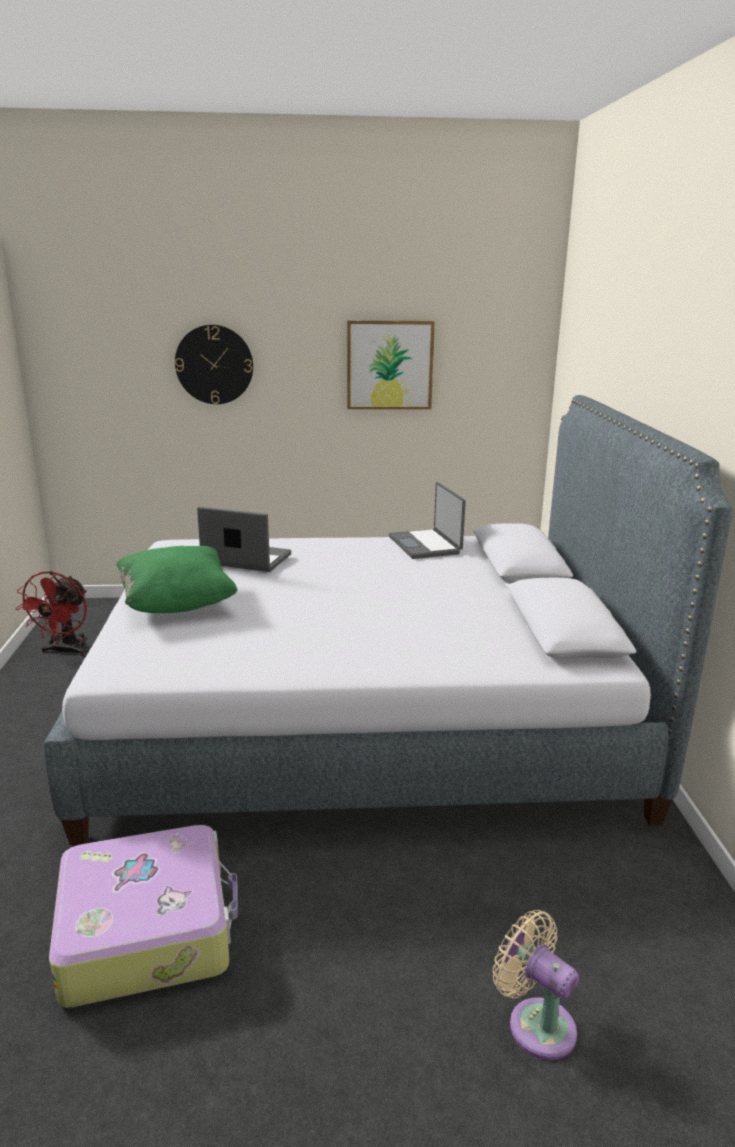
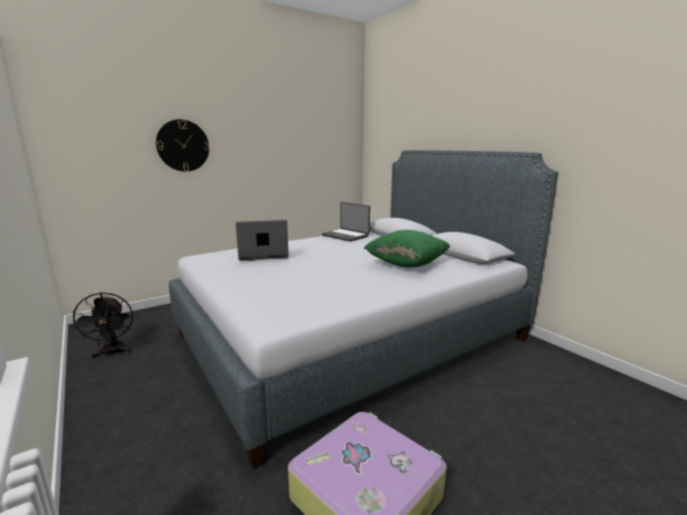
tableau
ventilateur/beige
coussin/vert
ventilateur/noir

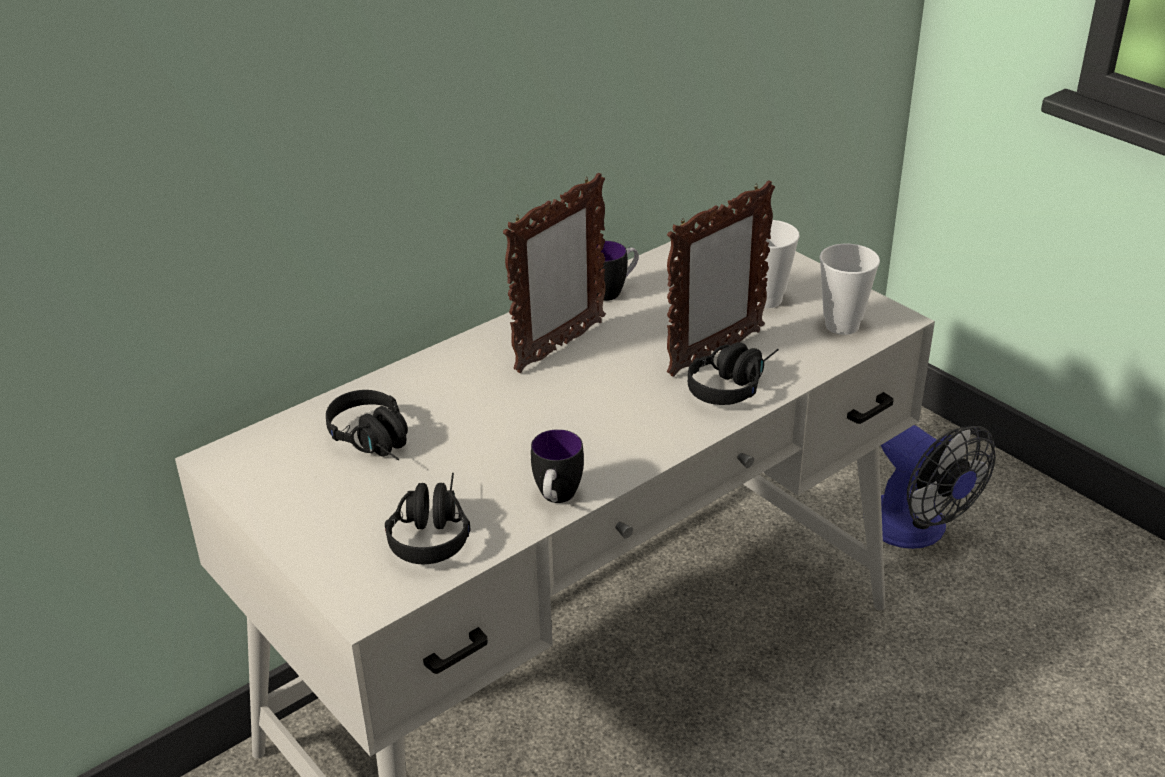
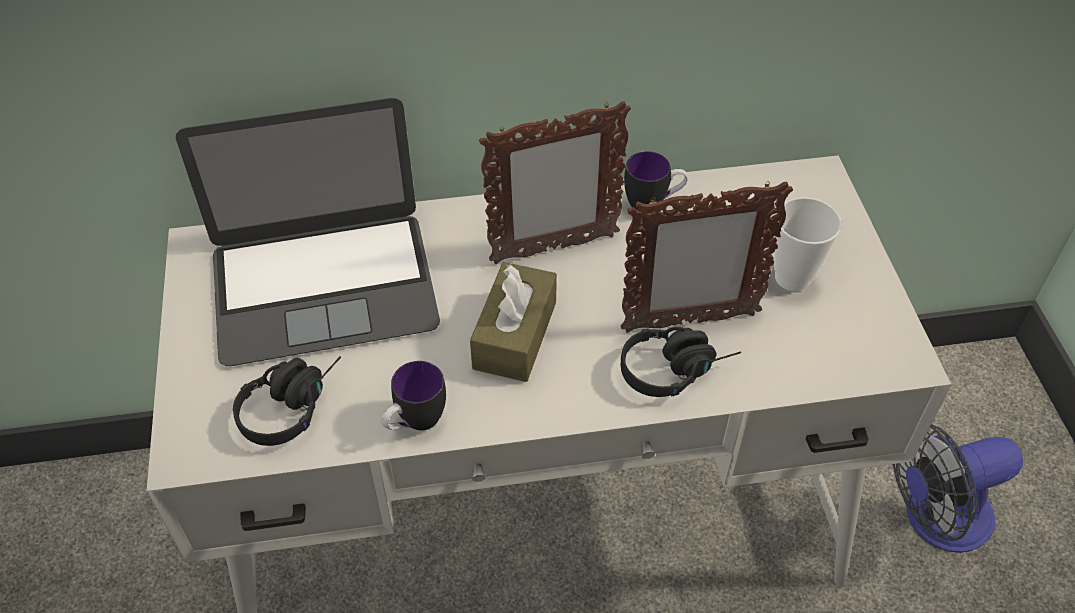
tasse (2nd from left in the first image)
boîte à mouchoirs/marron
ordinateur portable
ventilateur

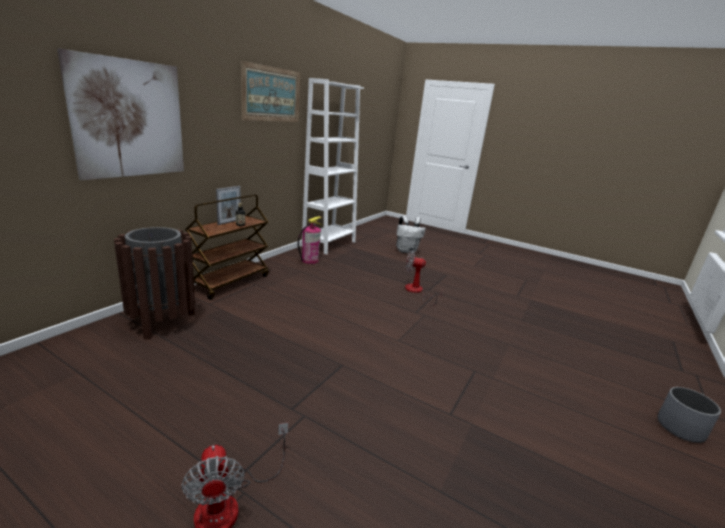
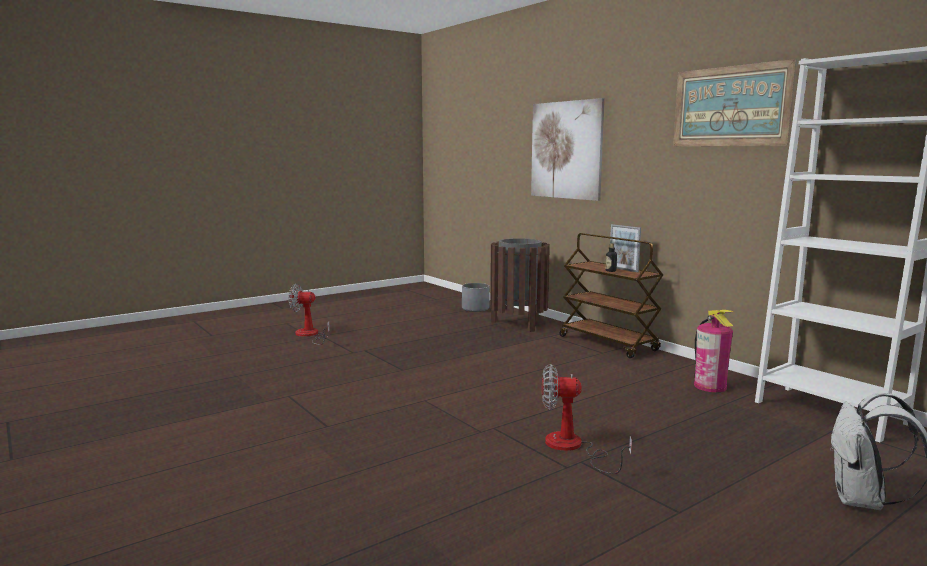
cache-pot/gris
ventilateur (2nd from left)

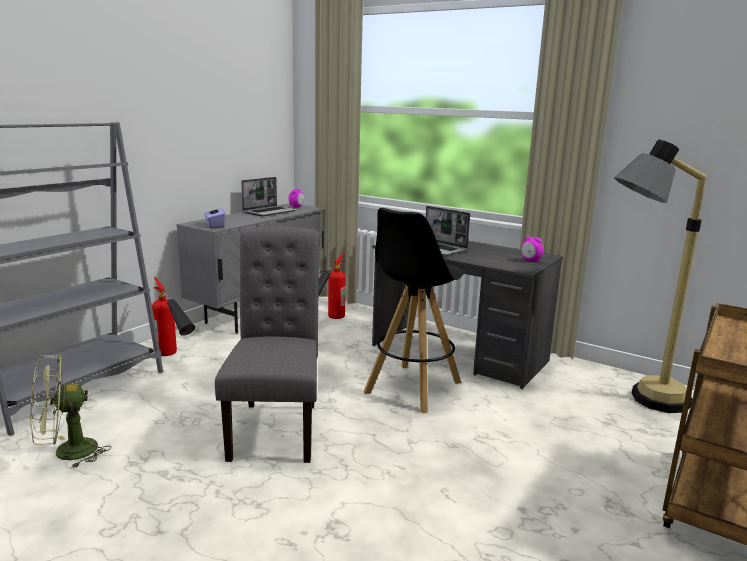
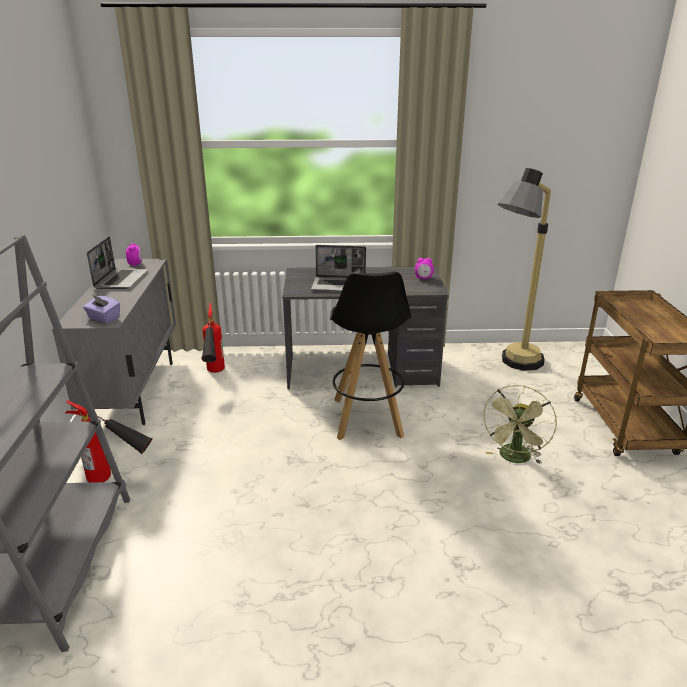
chaise/gris
ventilateur/vert

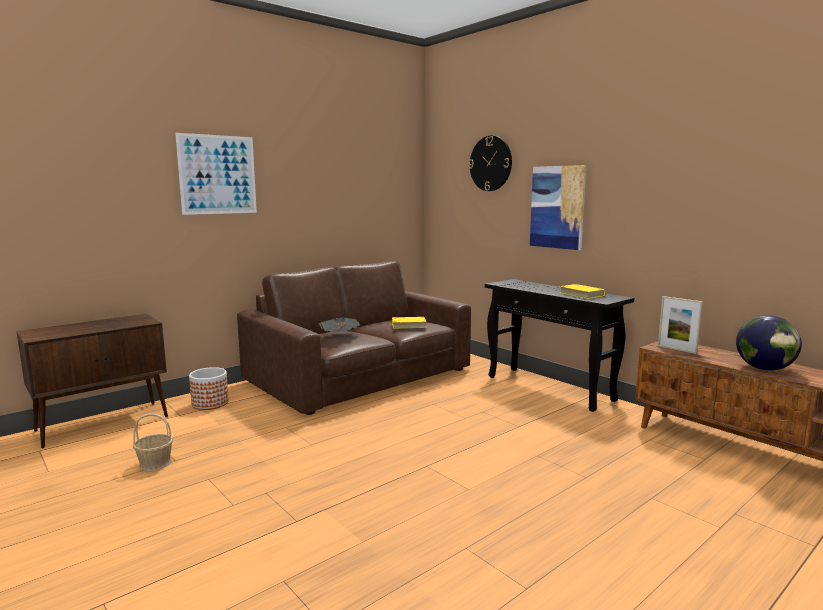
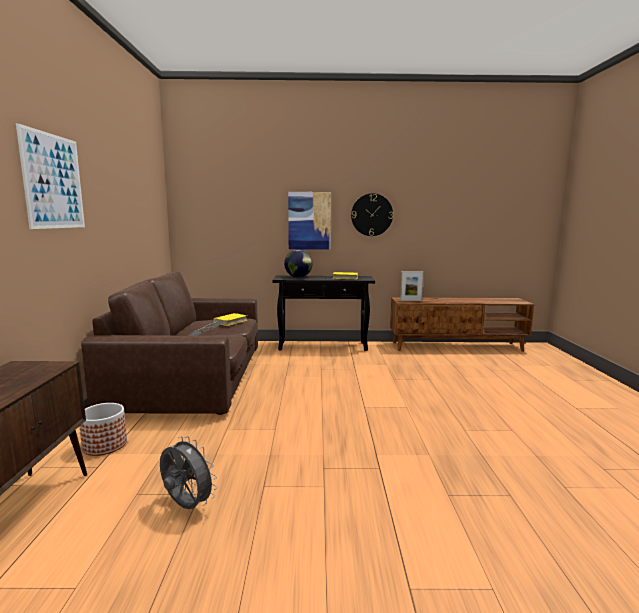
horloge murale
globe
ventilateur/gris

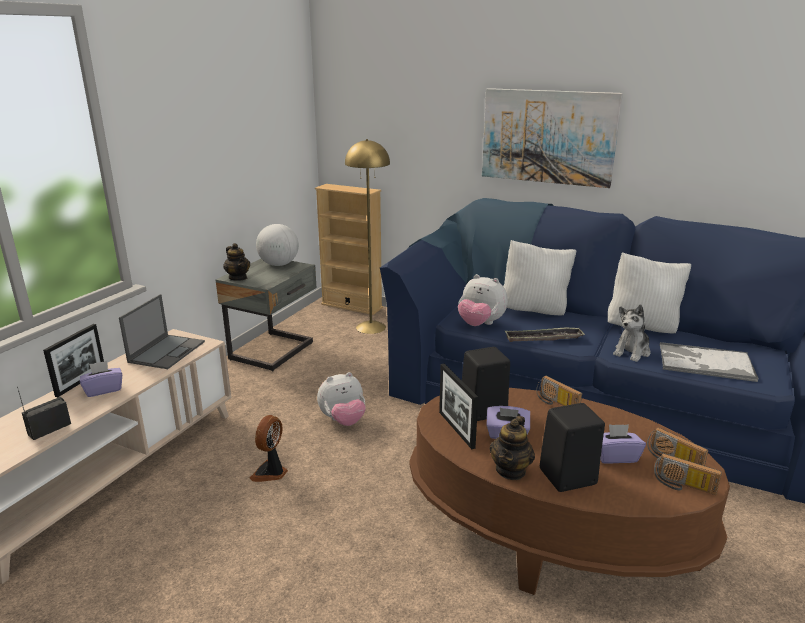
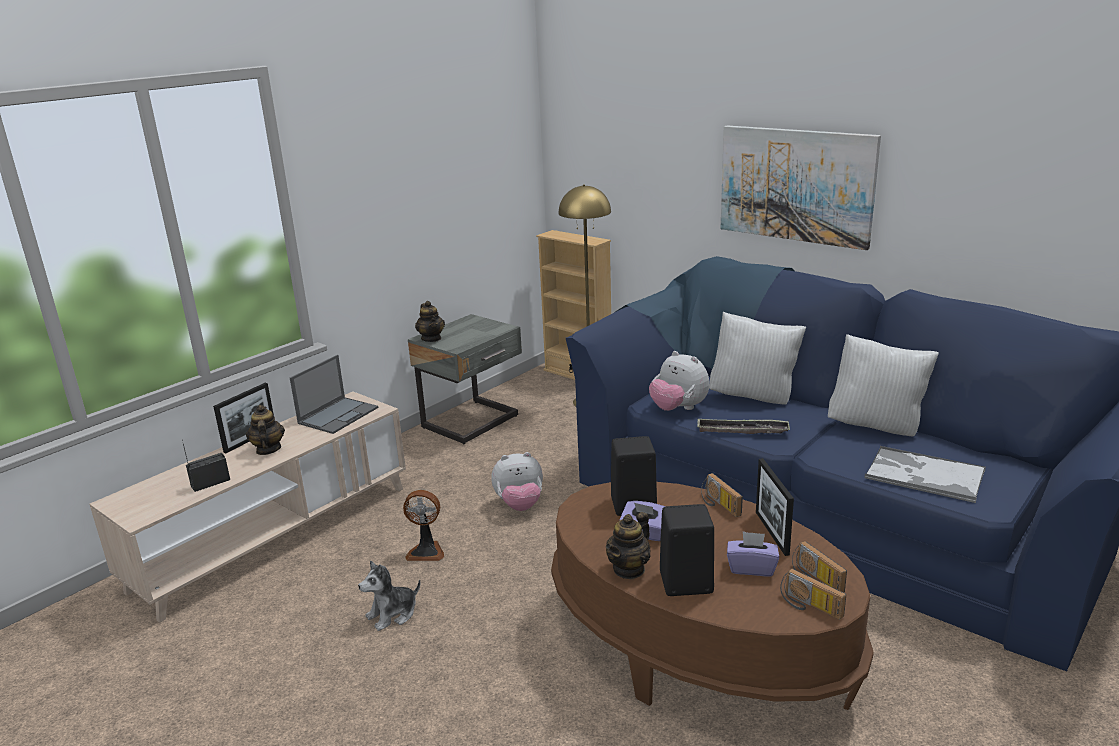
globe
cadre photo (2nd from left)
peluche (1st from left)
théière (1st from left)
ventilateur

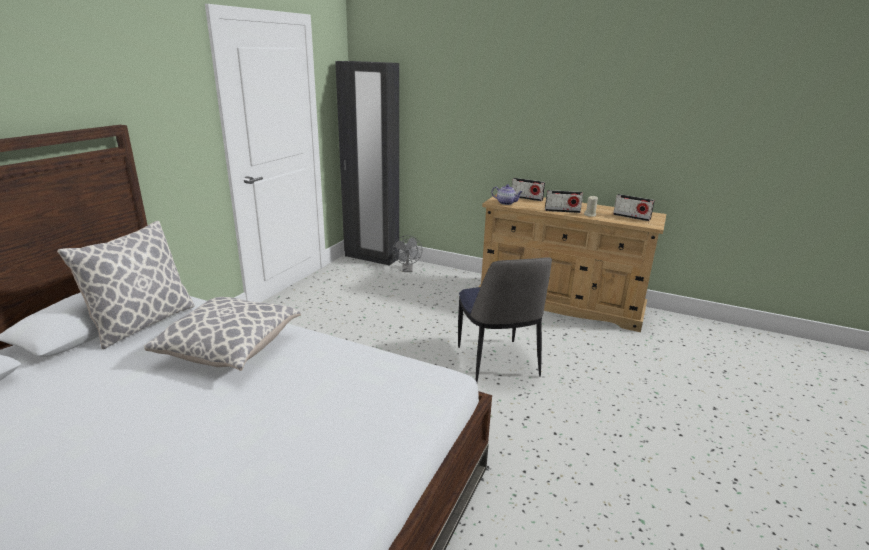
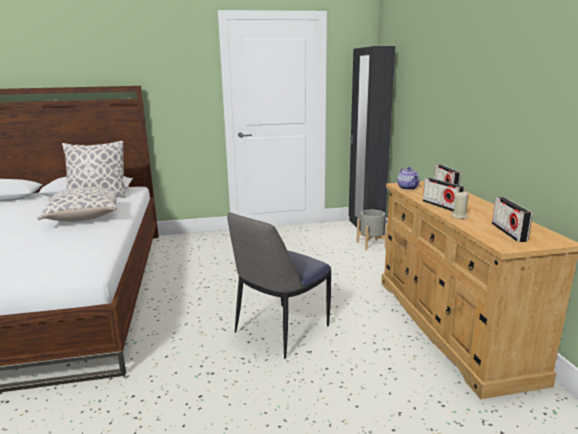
cache-pot/gris

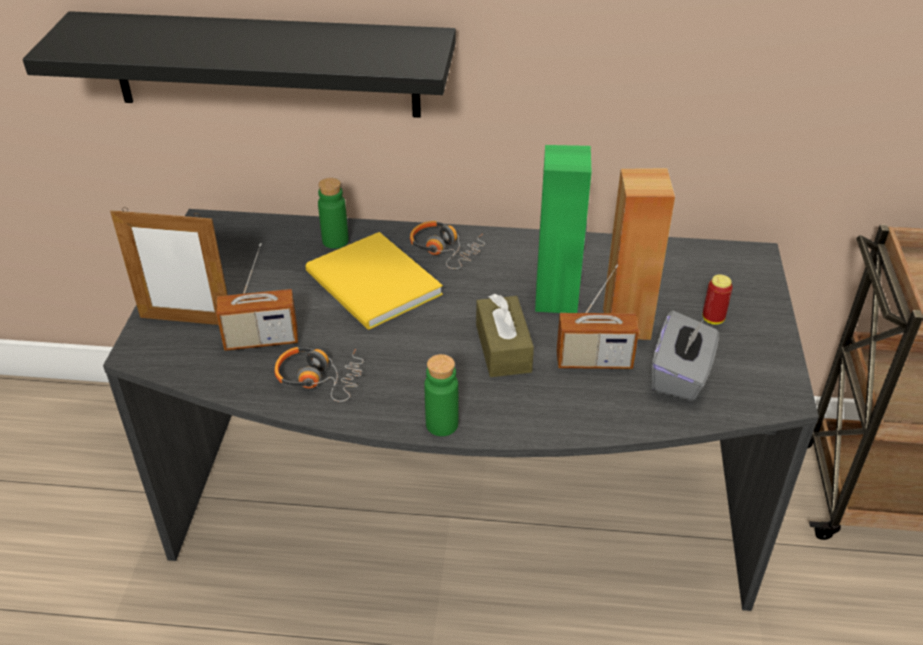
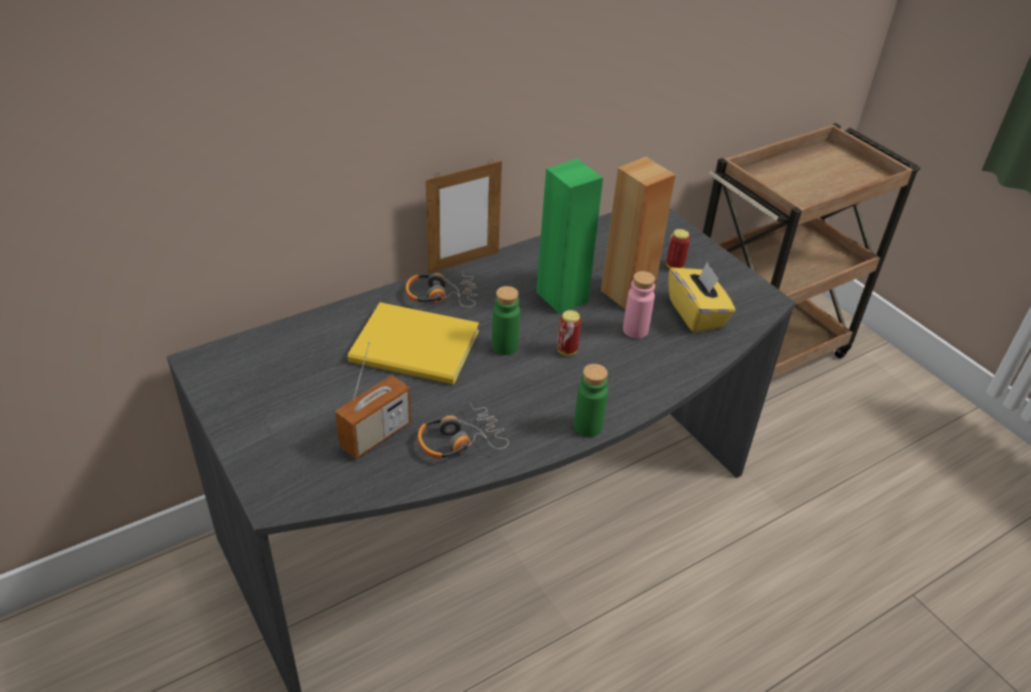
étagère/noir
cadre photo
bouteille/vert (1st from left)
boîte métallique (1st from left)
bouteille/rose
boîte à mouchoirs/jaune

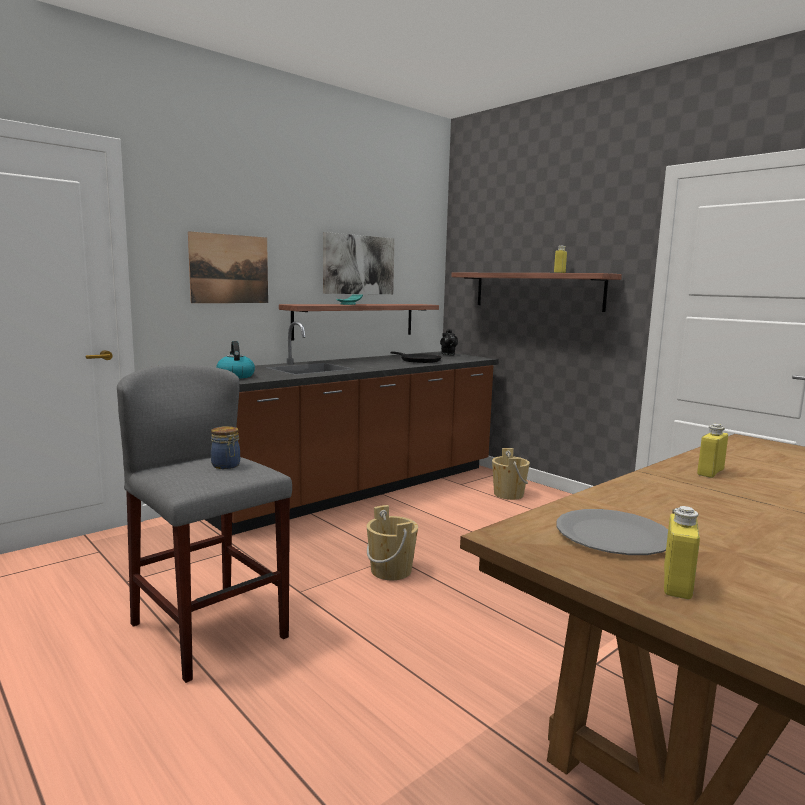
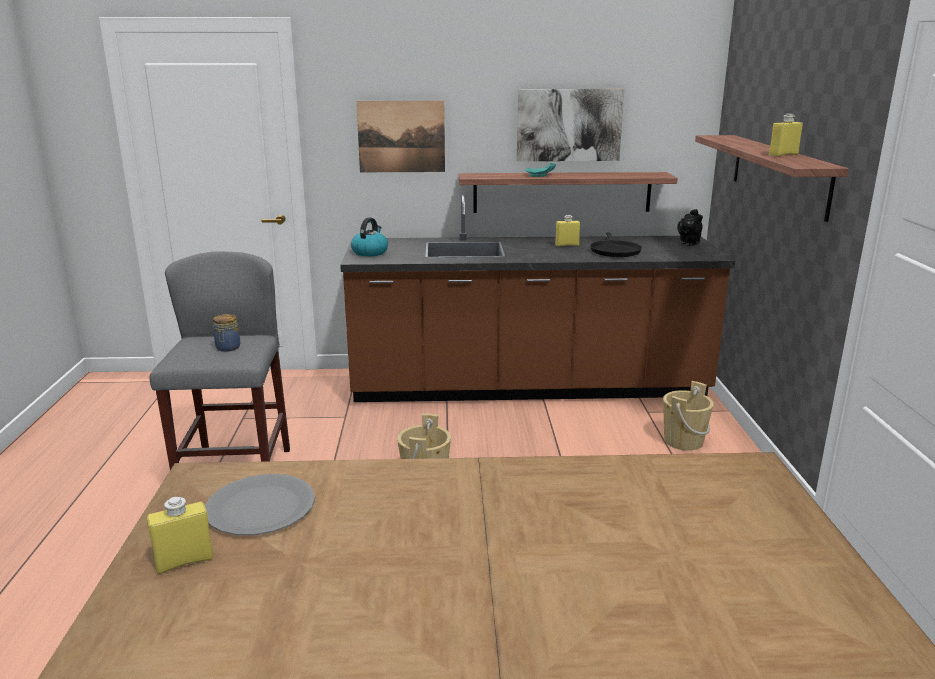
bouteille/jaune (2nd from left)

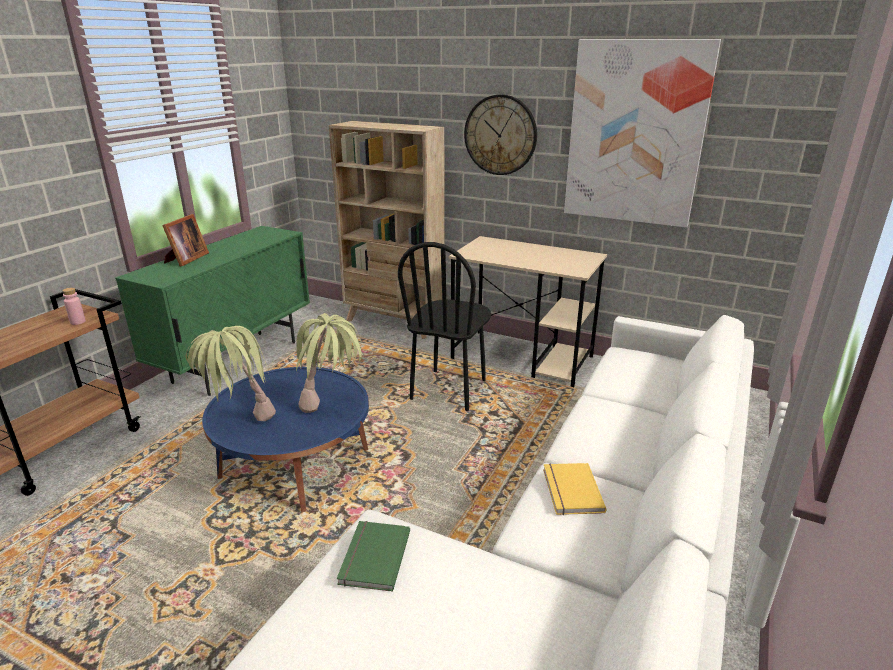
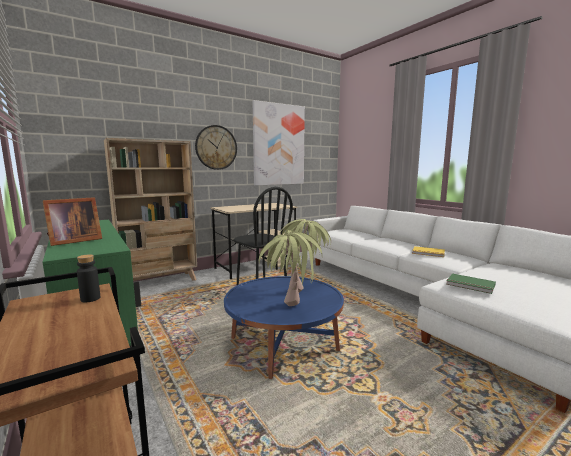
bouteille/noir
cadre photo

